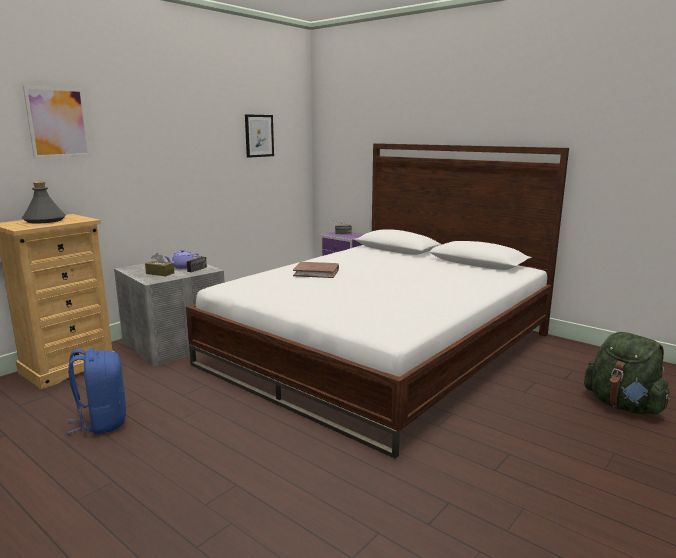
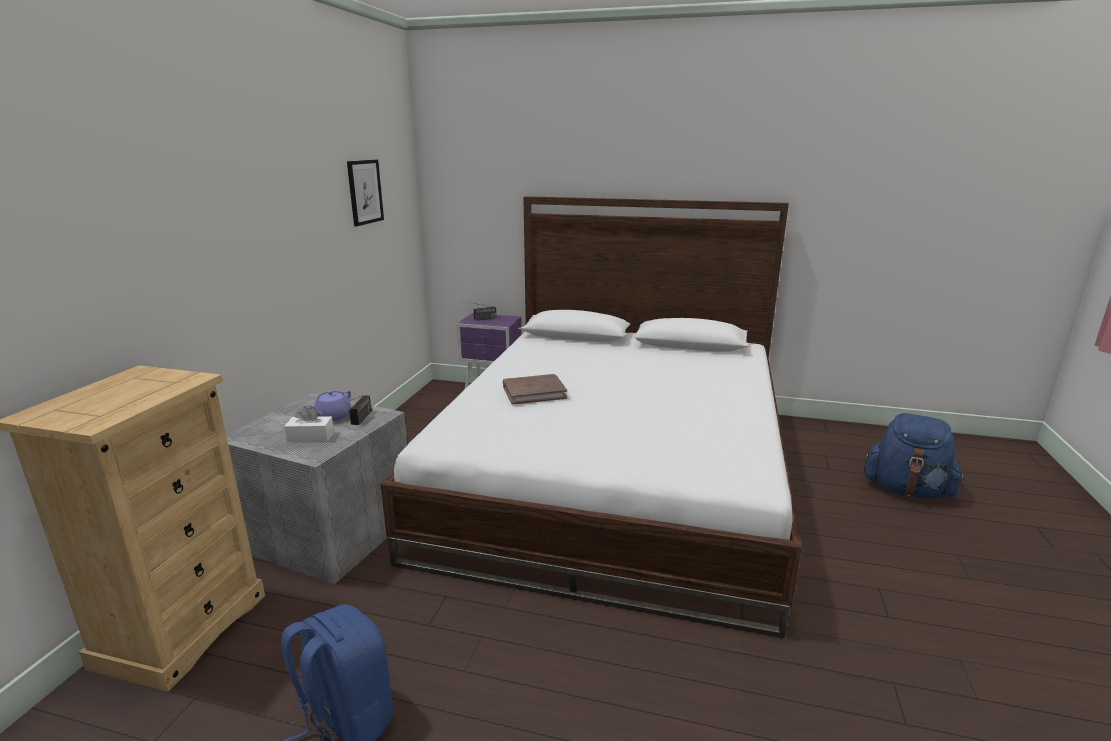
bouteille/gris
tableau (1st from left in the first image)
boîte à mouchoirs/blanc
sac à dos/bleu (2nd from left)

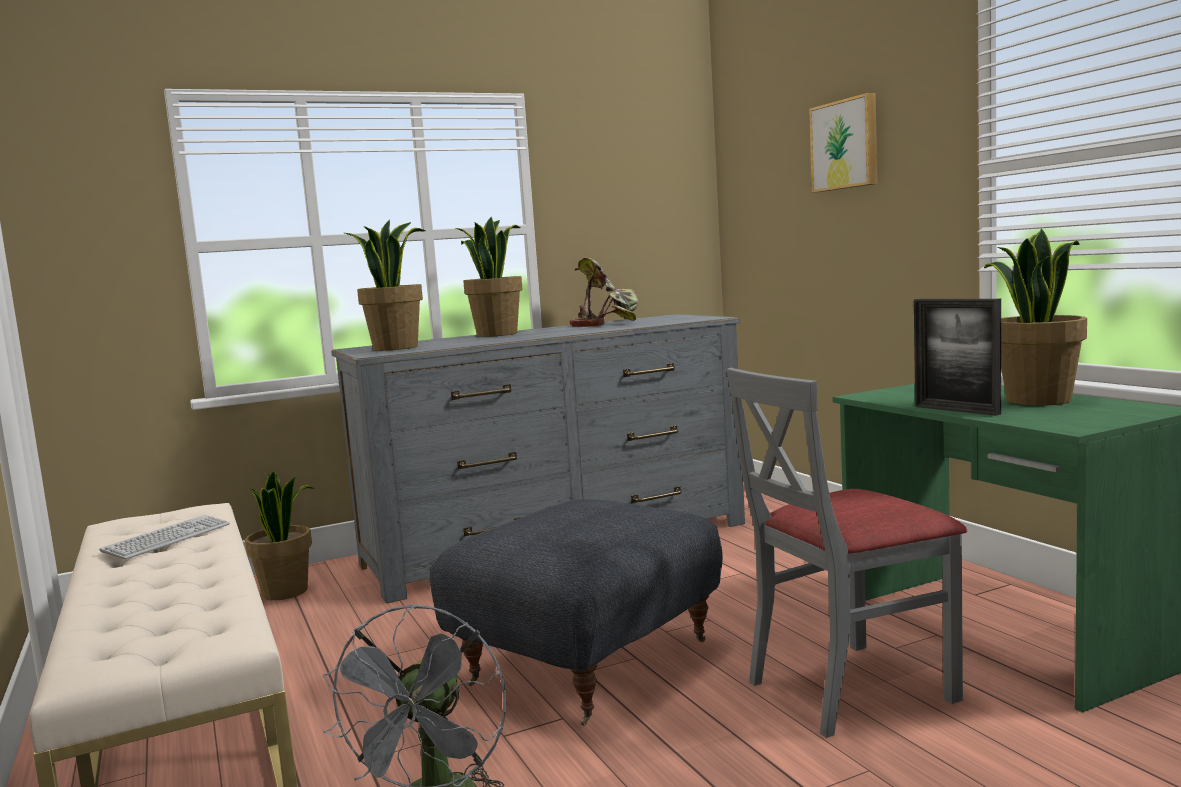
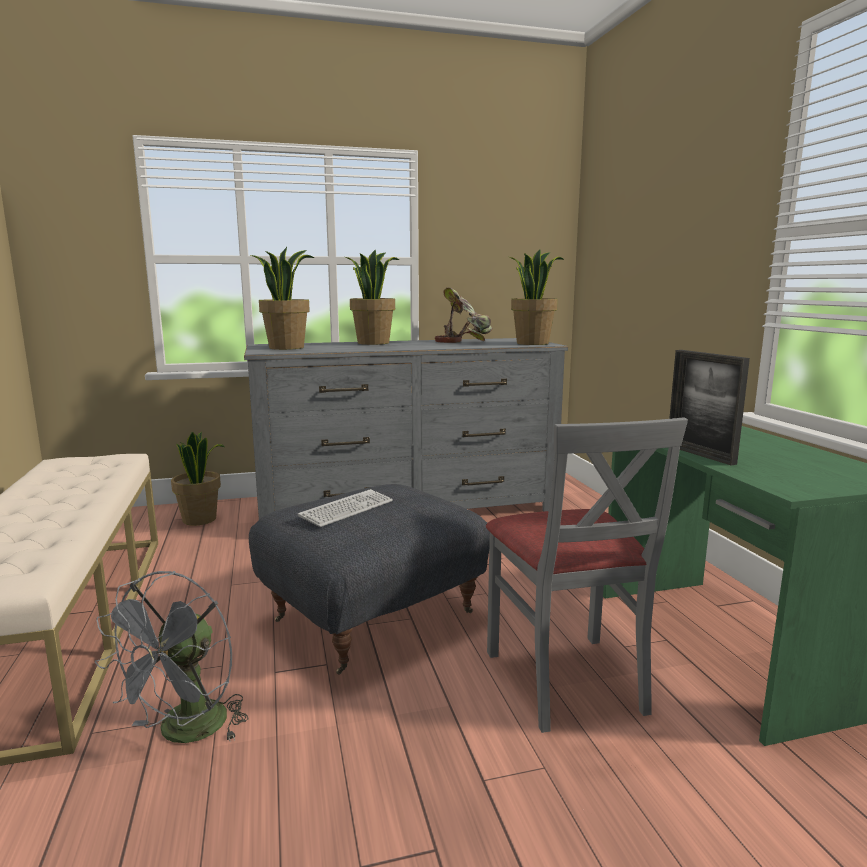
tableau
clavier
plante en pot (5th from left)
chaise/gris

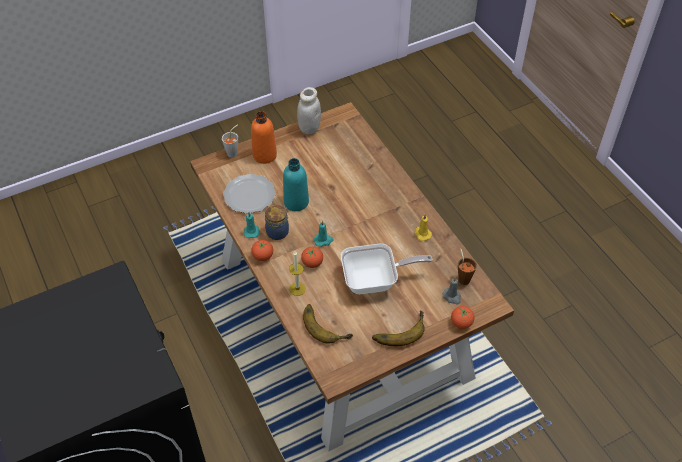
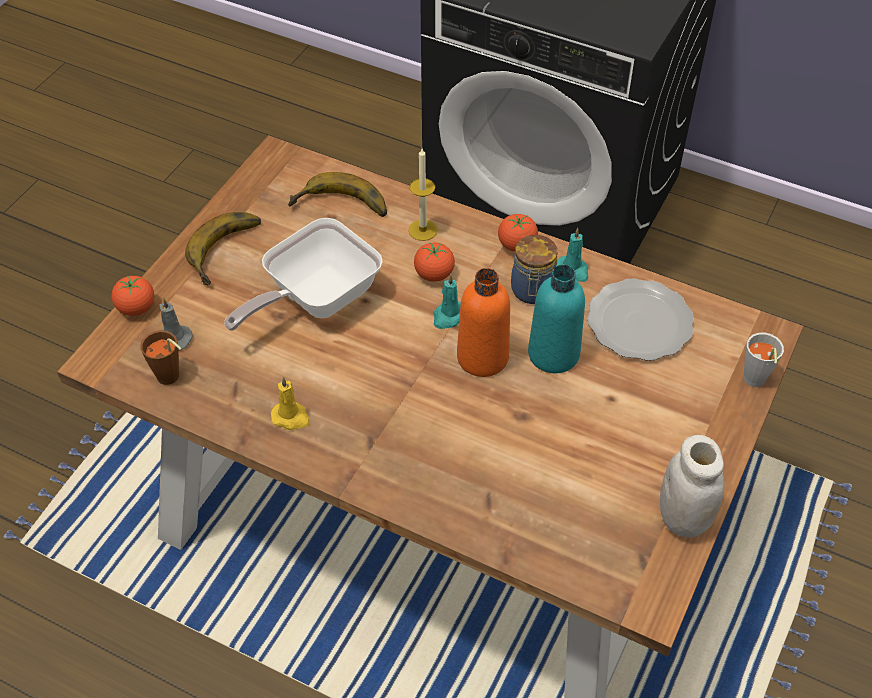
bouteille/orange

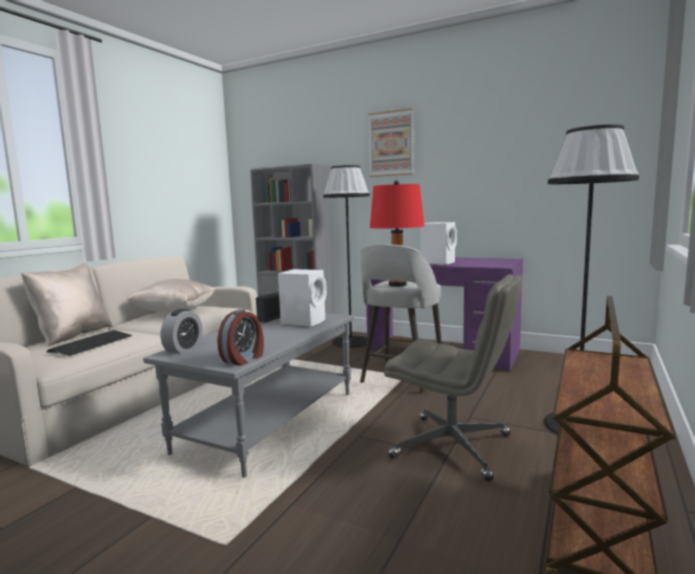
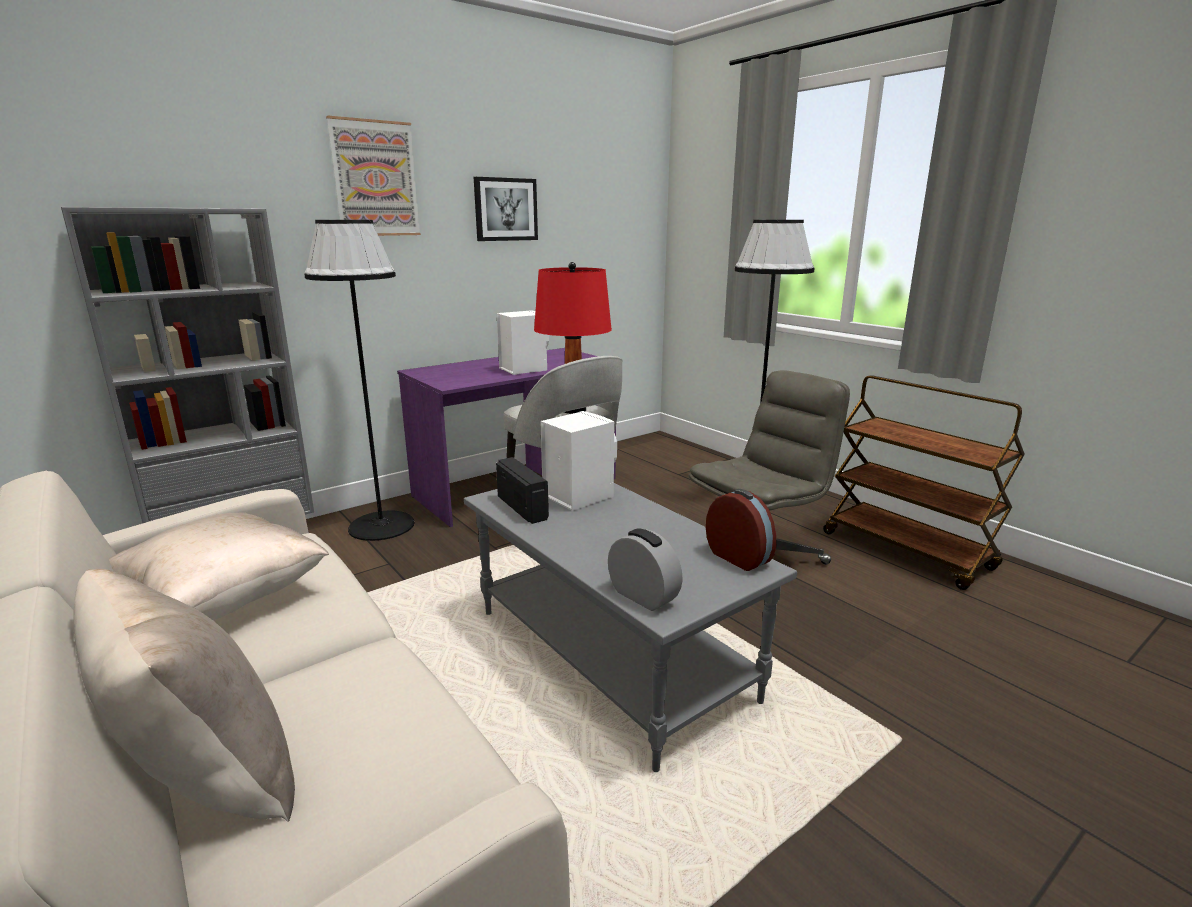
clavier
tableau (2nd from left)

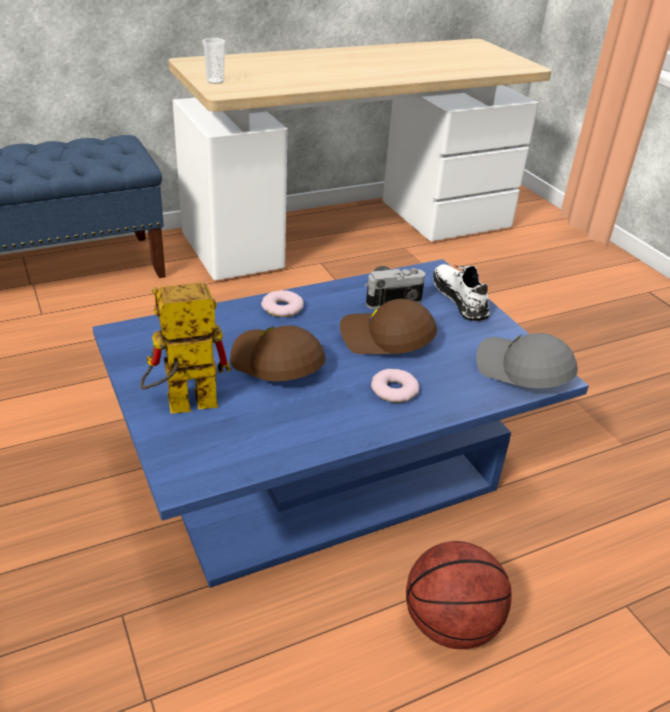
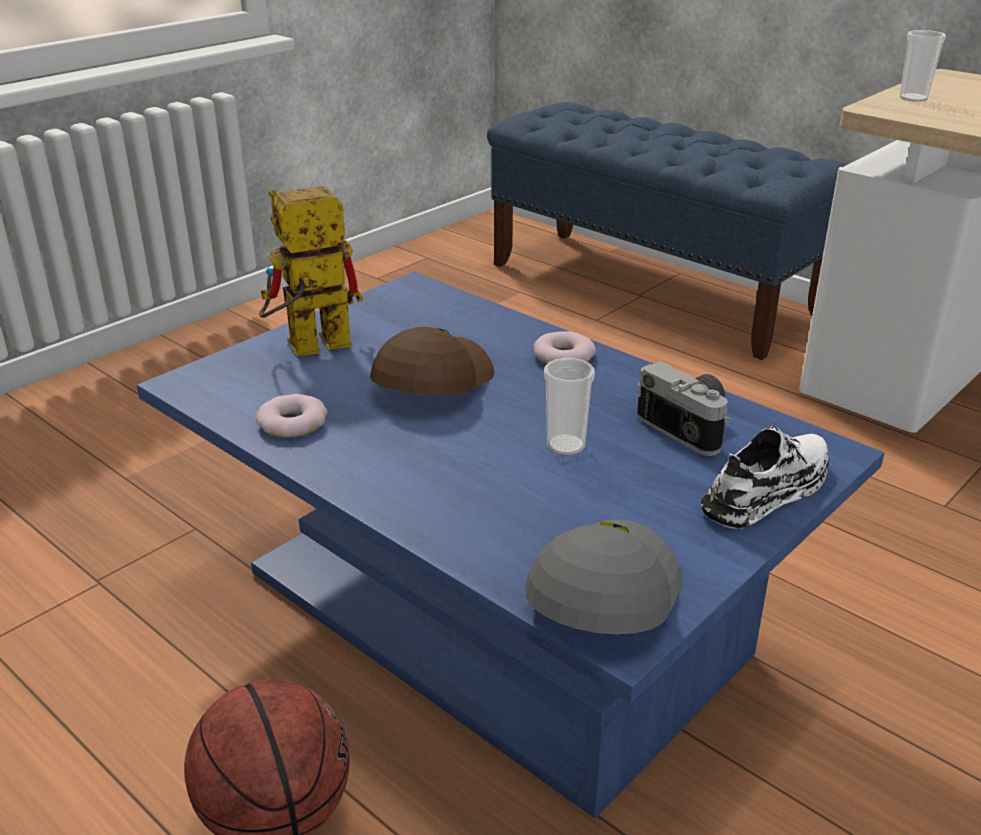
beignet (1st from left)
tasse (1st from left)
robot jouet

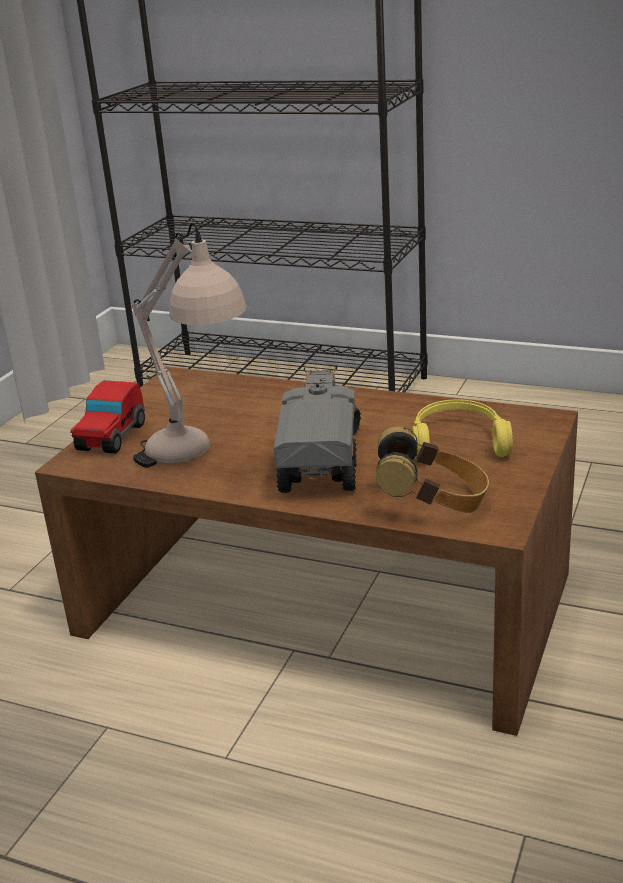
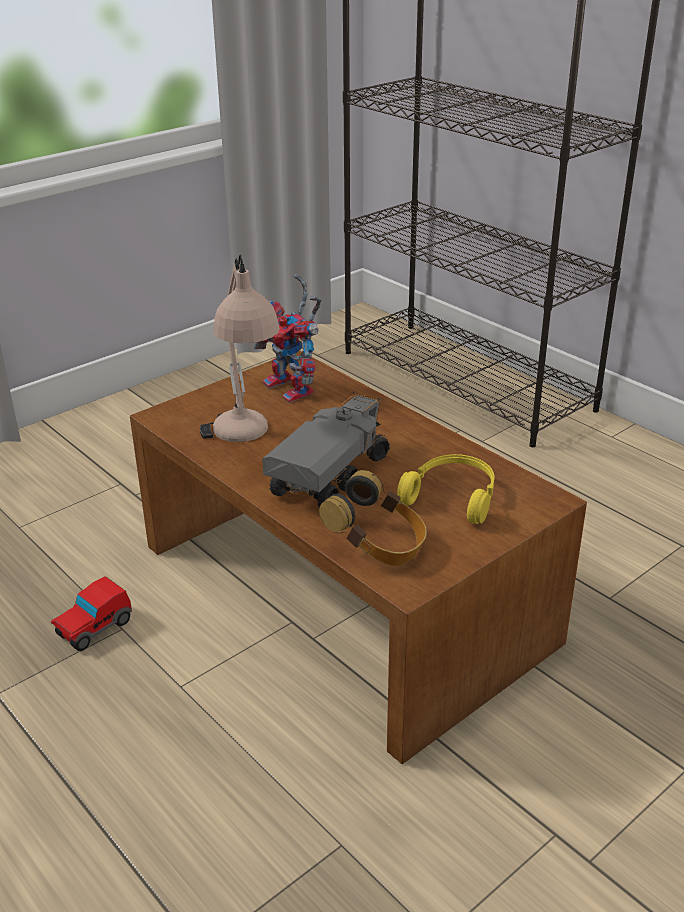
robot jouet
petite voiture

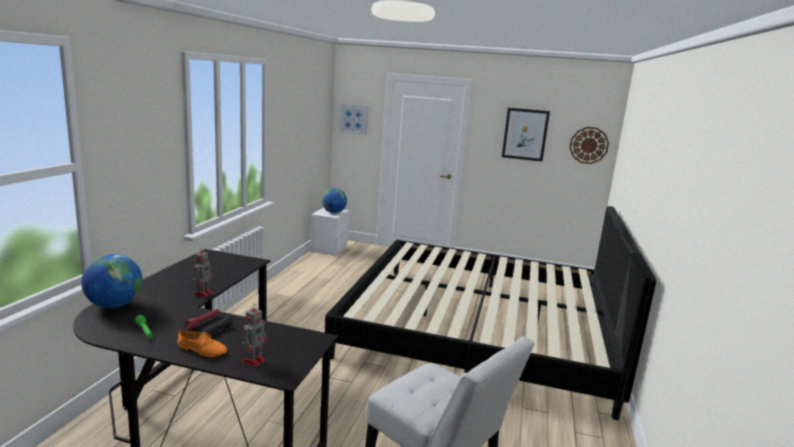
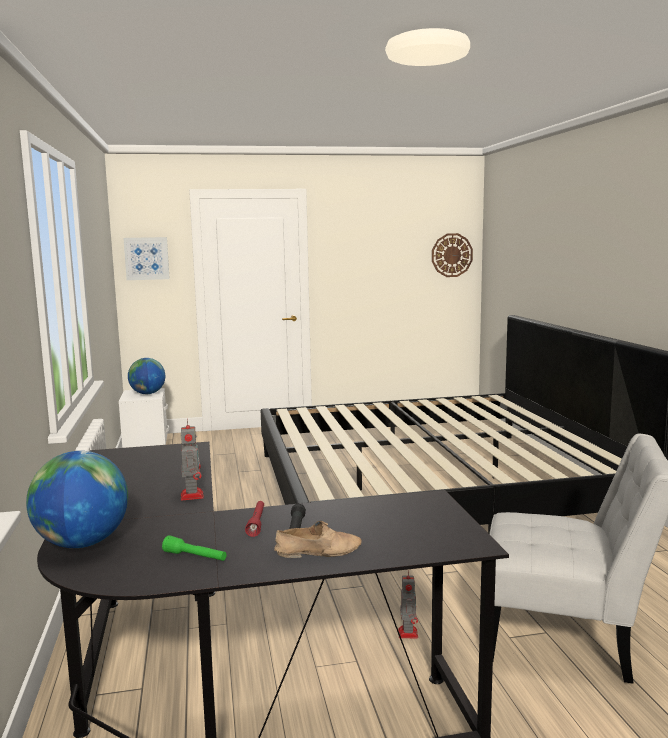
tableau (2nd from left in the first image)
robot jouet (2nd from left)
chaussure/beige

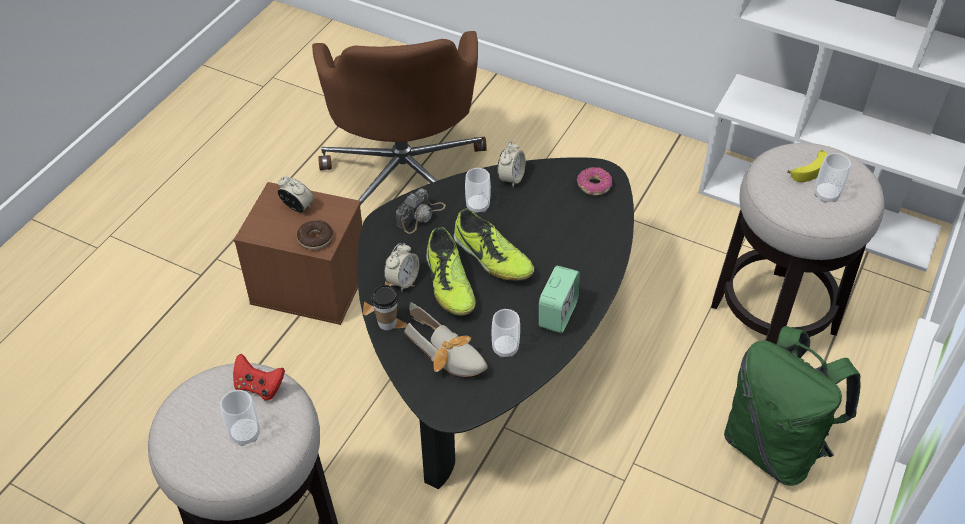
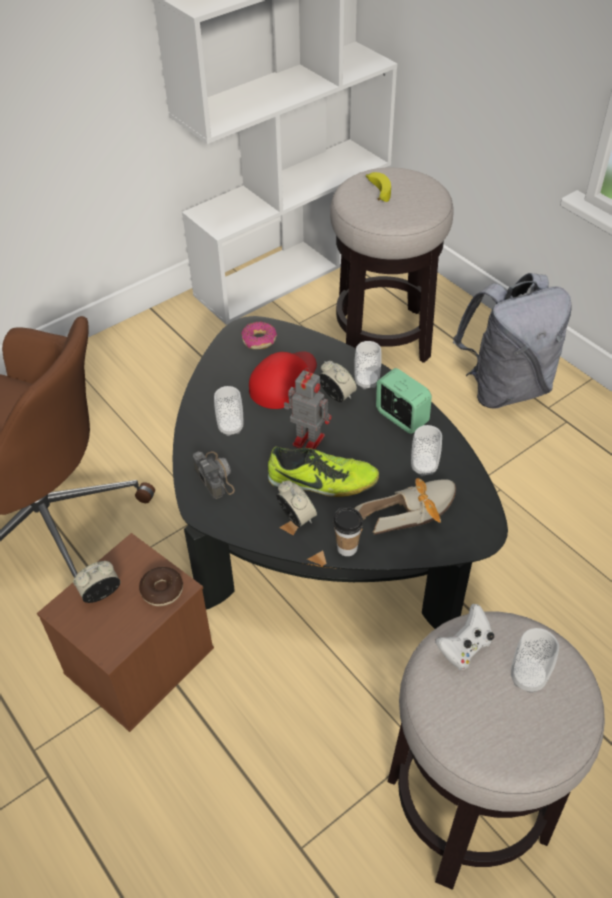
casquette/rouge
réveil (3rd from left)
tasse (3rd from left)
robot jouet
manette/blanc
sac à dos/gris

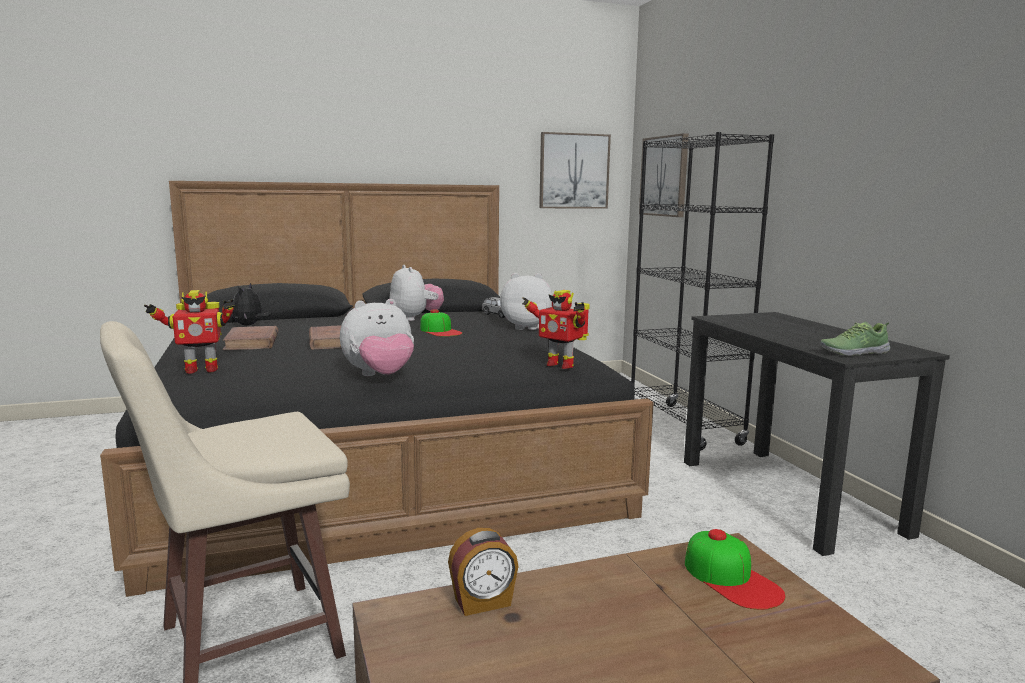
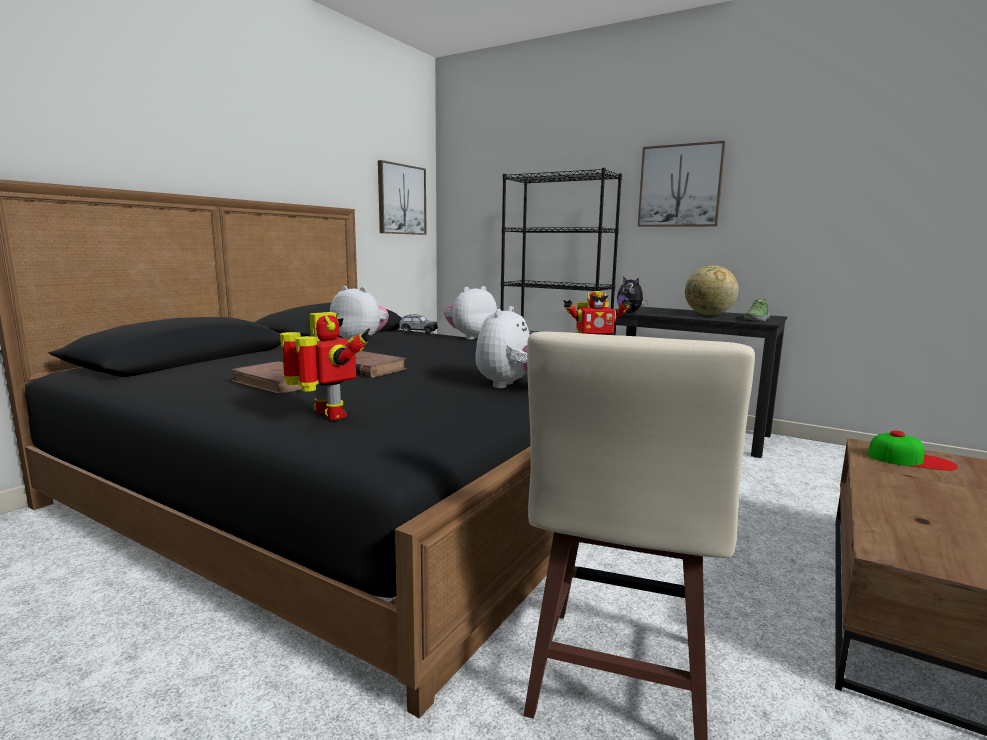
casquette (1st from left in the first image)
réveil
globe
peluche (4th from left)
tableau (2nd from left)
robot jouet (1st from left)

